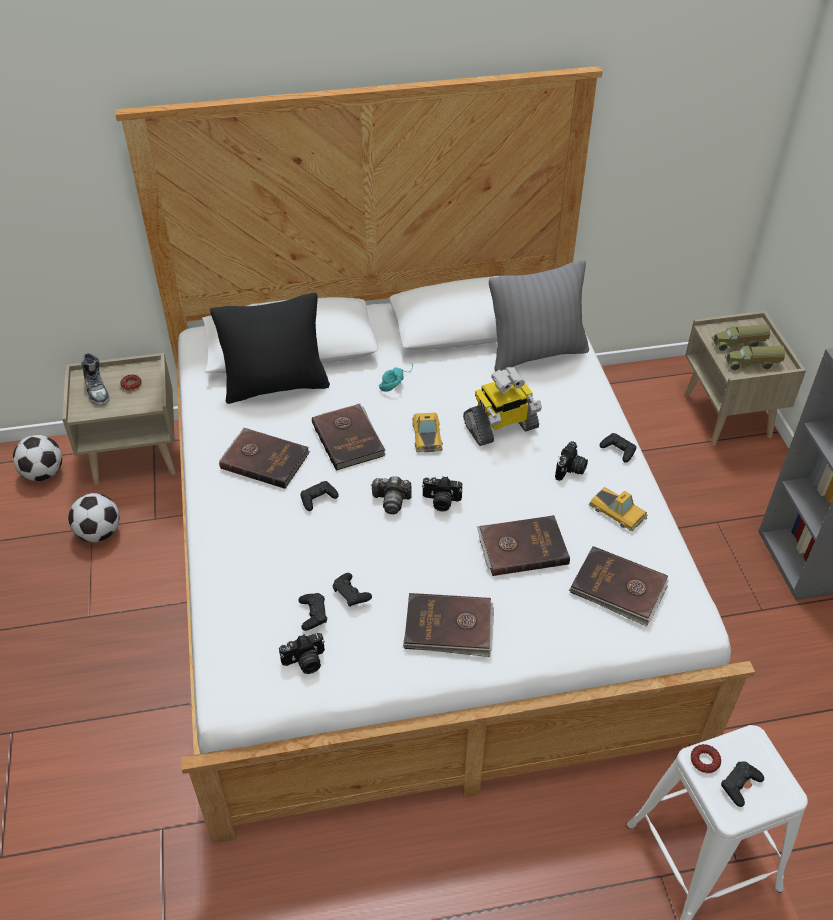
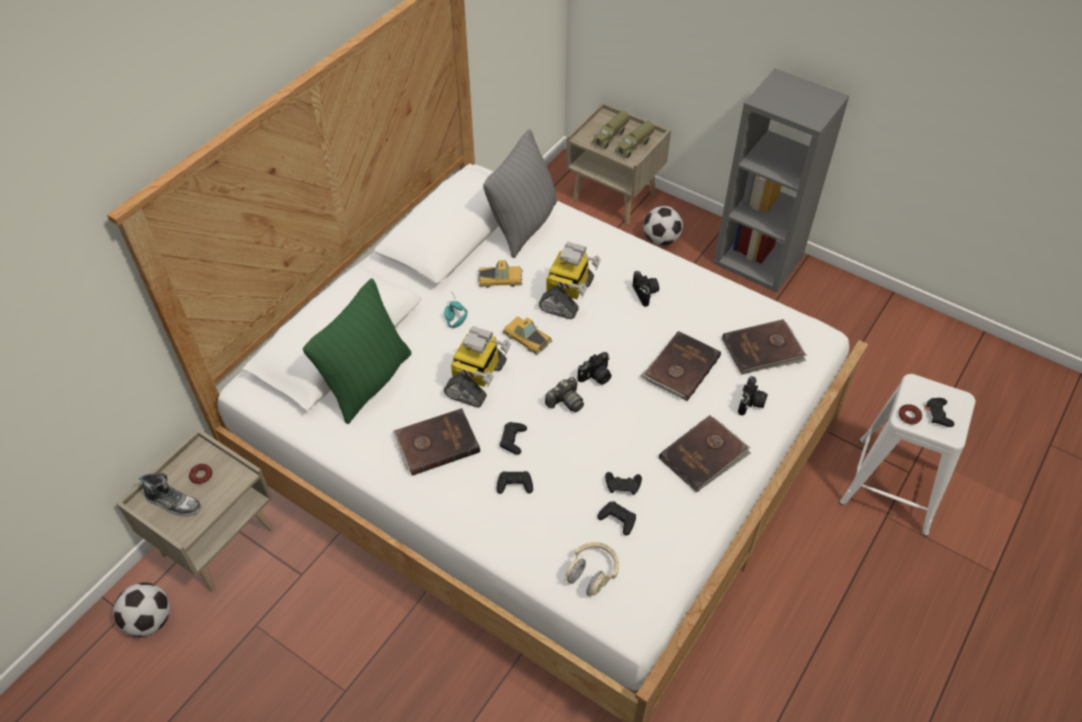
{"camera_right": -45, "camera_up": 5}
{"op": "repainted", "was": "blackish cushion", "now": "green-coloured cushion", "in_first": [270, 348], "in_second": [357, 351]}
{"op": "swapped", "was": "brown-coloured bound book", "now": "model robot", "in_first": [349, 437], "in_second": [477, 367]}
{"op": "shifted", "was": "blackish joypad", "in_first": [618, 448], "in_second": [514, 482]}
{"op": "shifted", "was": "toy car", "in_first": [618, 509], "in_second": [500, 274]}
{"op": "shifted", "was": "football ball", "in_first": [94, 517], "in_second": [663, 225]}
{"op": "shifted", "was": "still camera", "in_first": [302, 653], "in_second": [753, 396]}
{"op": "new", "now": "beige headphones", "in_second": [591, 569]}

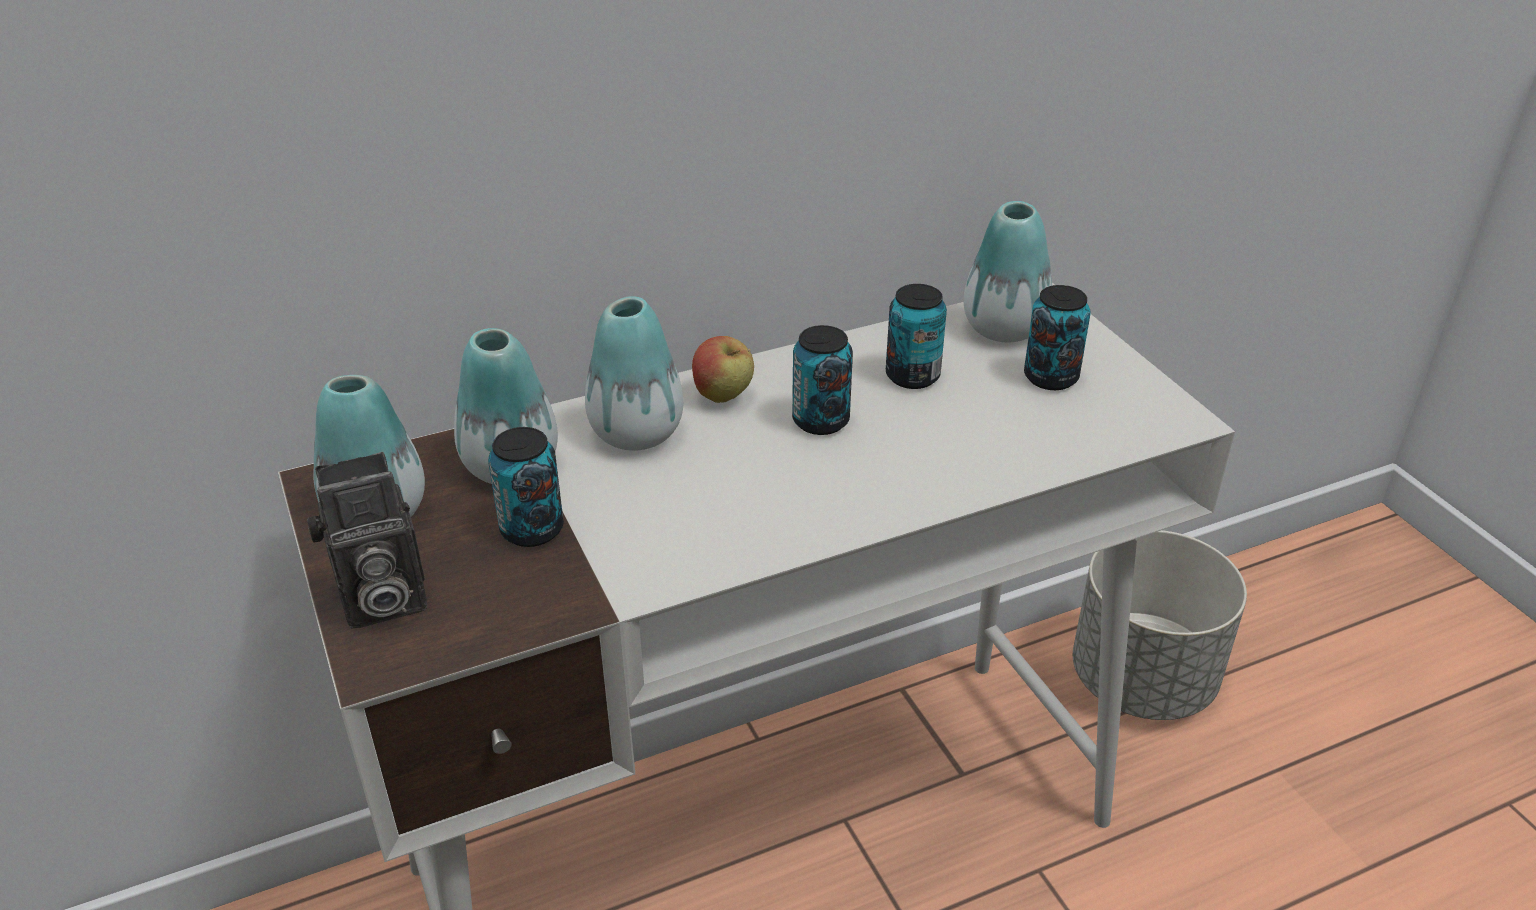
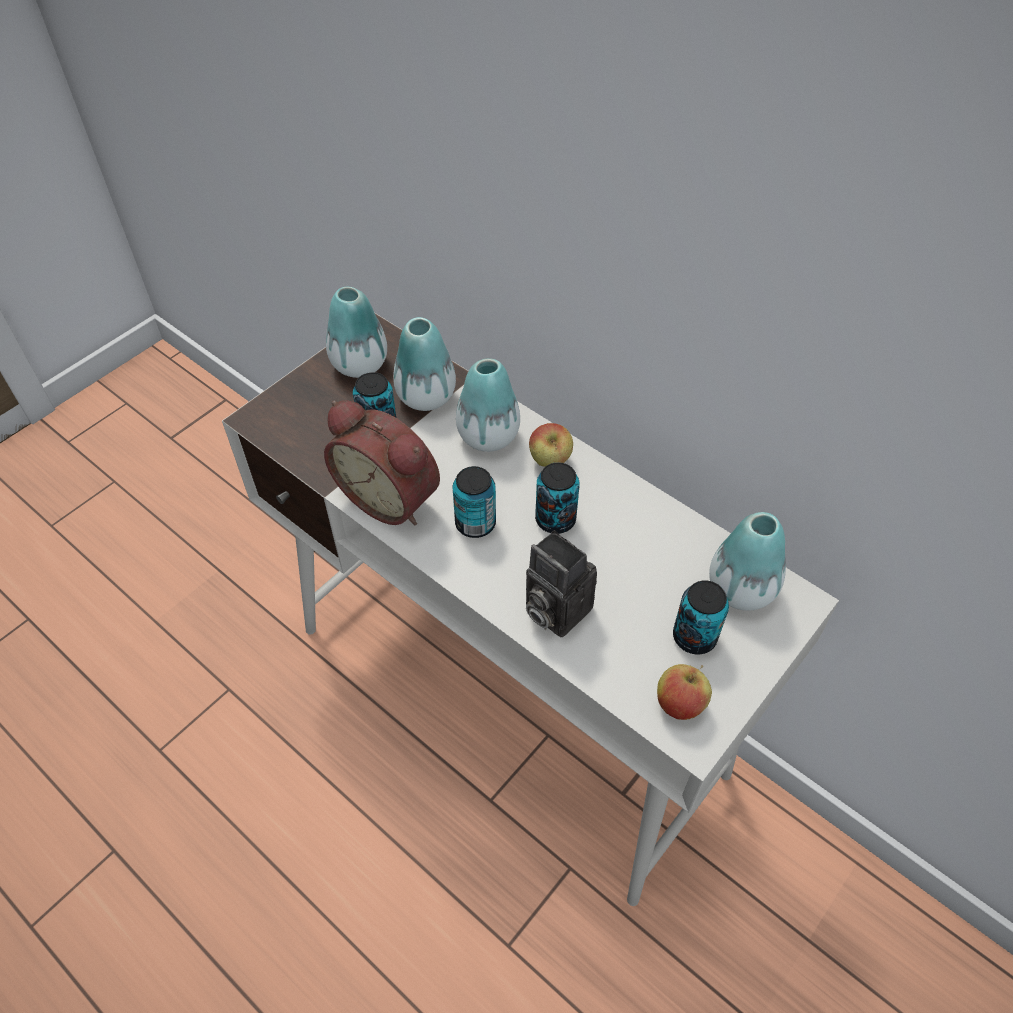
{"camera_right": 65, "camera_up": 15}
{"op": "shifted", "was": "can", "in_first": [916, 336], "in_second": [474, 502]}
{"op": "shifted", "was": "still camera", "in_first": [367, 540], "in_second": [561, 583]}
{"op": "gone", "was": "greyish plant pot", "in_first": [1160, 625]}
{"op": "new", "now": "bedside clock", "in_second": [382, 462]}
{"op": "new", "now": "apple fruit", "in_second": [684, 692]}

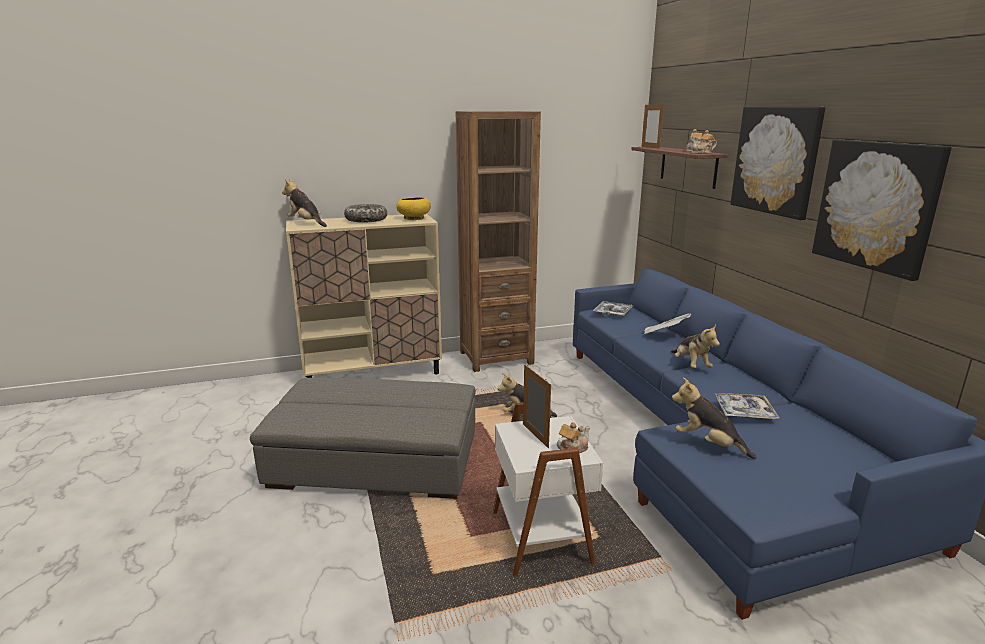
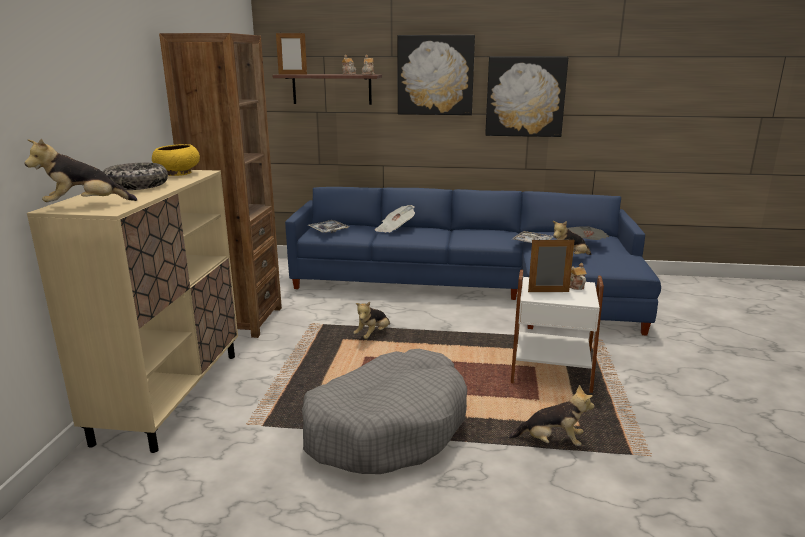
{"camera_right": -65, "camera_up": 0}
{"op": "shifted", "was": "plush toy", "in_first": [695, 346], "in_second": [551, 415]}
{"op": "swapped", "was": "greyish ottoman", "now": "greyish dog bed", "in_first": [363, 438], "in_second": [384, 411]}
{"op": "new", "now": "printed paper", "in_second": [588, 233]}

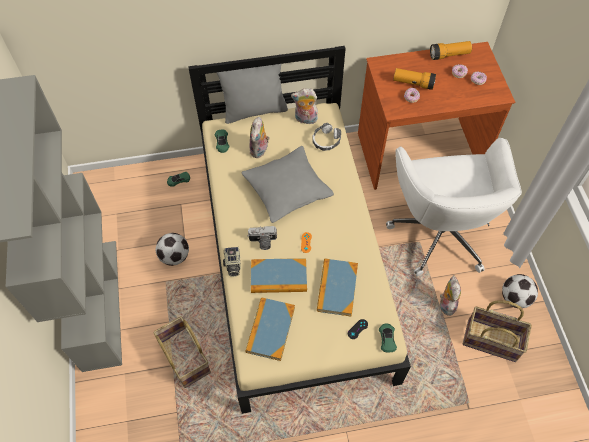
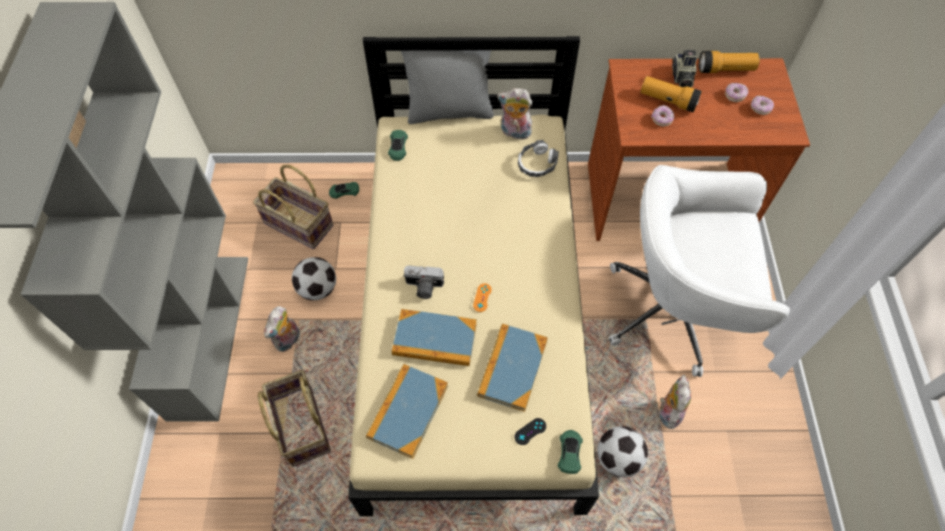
{"camera_right": 10, "camera_up": 0}
{"op": "shifted", "was": "plush toy", "in_first": [259, 137], "in_second": [282, 329]}
{"op": "rotated", "was": "white desk chair", "in_first": [454, 207], "in_second": [699, 271], "clockwise": 90}
{"op": "gone", "was": "greyish cushion", "in_first": [288, 184]}
{"op": "shifted", "was": "still camera", "in_first": [232, 262], "in_second": [685, 68]}
{"op": "shifted", "was": "football ball", "in_first": [520, 291], "in_second": [622, 451]}
{"op": "shifted", "was": "basket", "in_first": [497, 331], "in_second": [293, 206]}

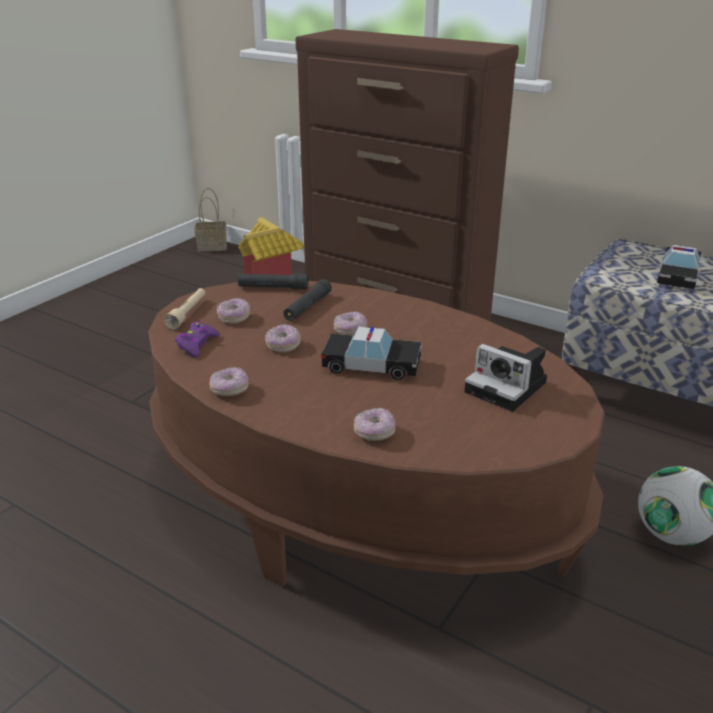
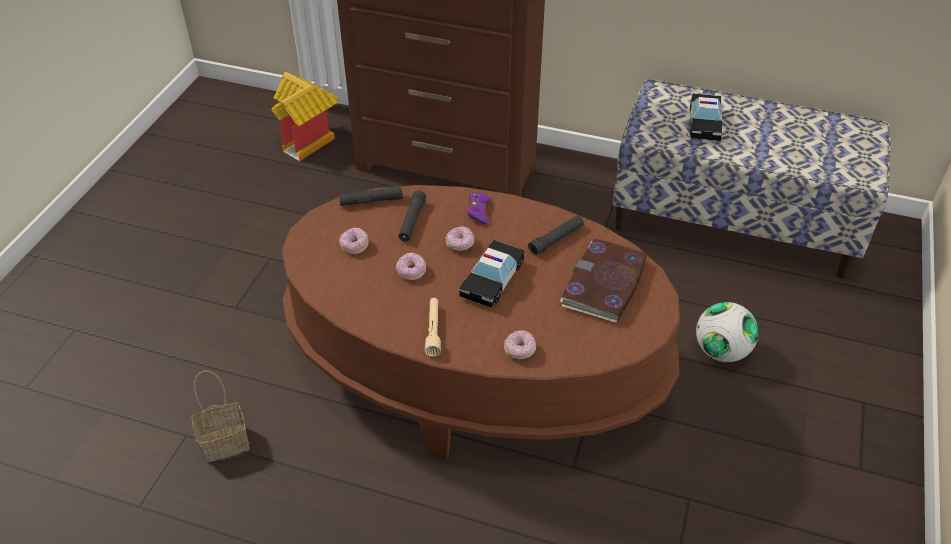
{"camera_right": -15, "camera_up": 15}
{"op": "shifted", "was": "basket", "in_first": [210, 220], "in_second": [220, 416]}
{"op": "shifted", "was": "beige hand torch", "in_first": [185, 309], "in_second": [432, 327]}
{"op": "shifted", "was": "purple joypad", "in_first": [197, 339], "in_second": [479, 208]}
{"op": "rotated", "was": "toy car", "in_first": [371, 353], "in_second": [492, 274], "clockwise": 120}
{"op": "swapped", "was": "still camera", "now": "bound book", "in_first": [505, 378], "in_second": [603, 281]}
{"op": "gone", "was": "ring doughnut", "in_first": [229, 381]}
{"op": "new", "now": "blackish hand torch", "in_second": [556, 235]}

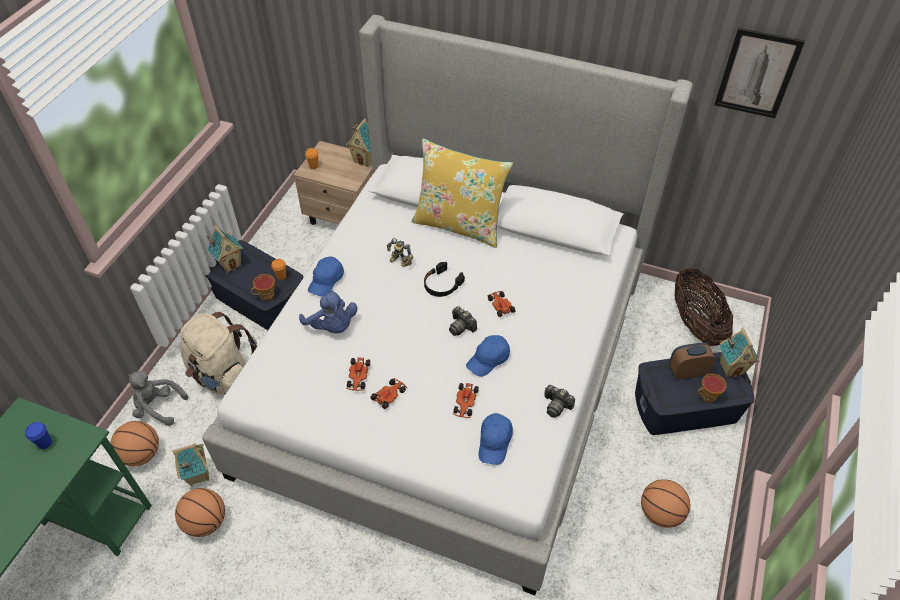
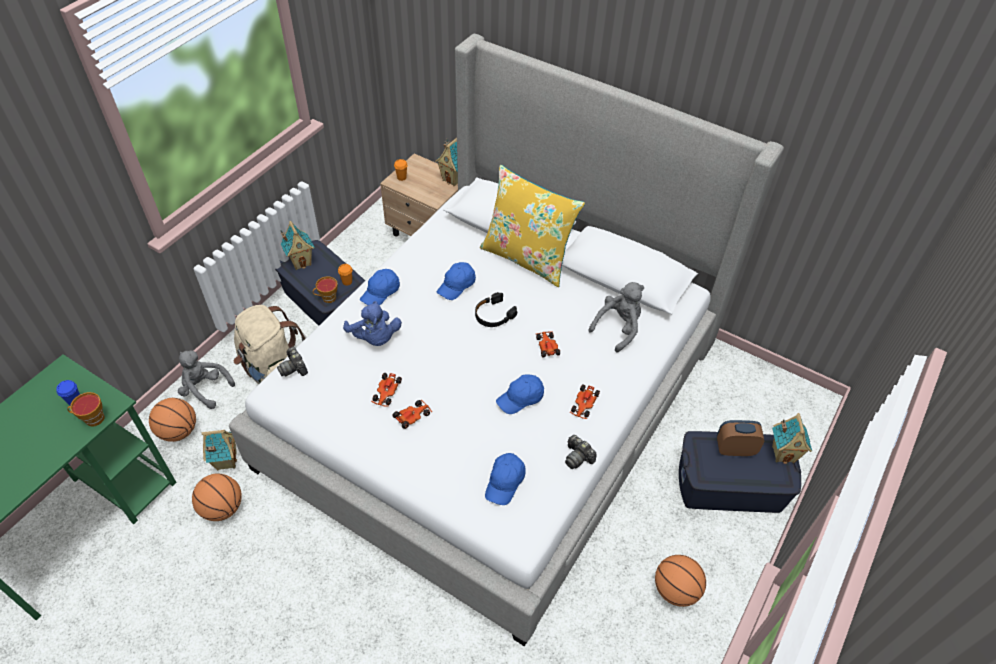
{"camera_right": 10, "camera_up": 0}
{"op": "gone", "was": "wall art", "in_first": [759, 73]}
{"op": "swapped", "was": "model robot", "now": "blue baseball cap", "in_first": [400, 252], "in_second": [456, 281]}
{"op": "gone", "was": "basket", "in_first": [704, 307]}
{"op": "shifted", "was": "still camera", "in_first": [463, 321], "in_second": [292, 361]}
{"op": "shifted", "was": "cup", "in_first": [712, 388], "in_second": [86, 409]}
{"op": "shifted", "was": "toy car", "in_first": [465, 400], "in_second": [585, 402]}
{"op": "new", "now": "greyish plush toy", "in_second": [616, 317]}

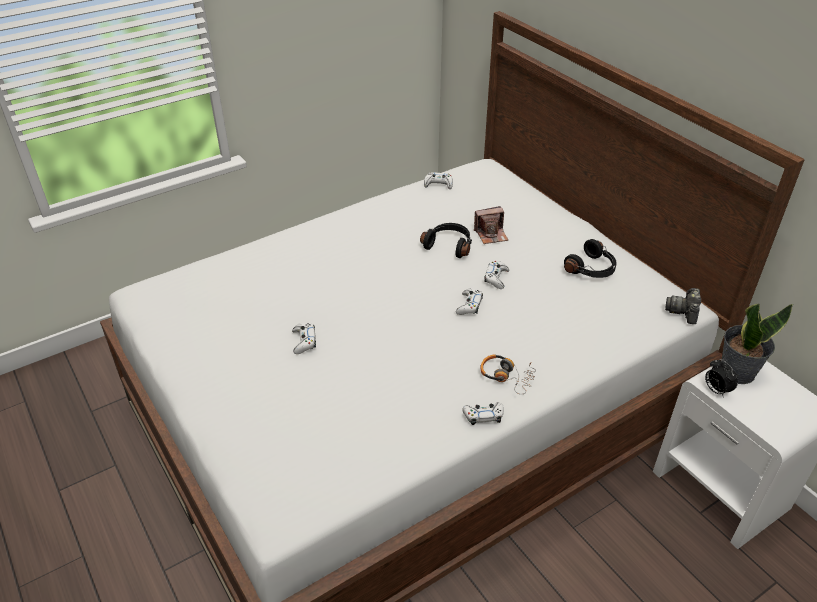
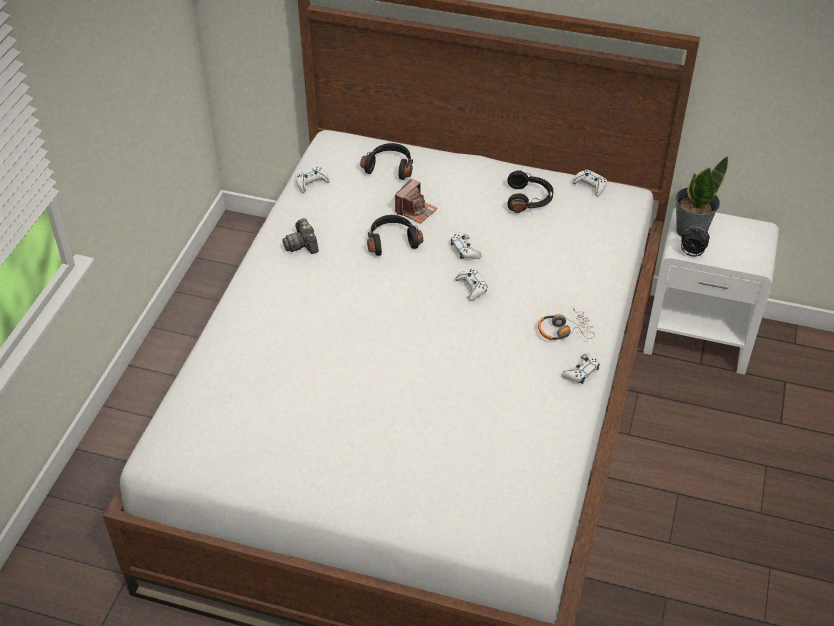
{"camera_right": -40, "camera_up": 5}
{"op": "shifted", "was": "still camera", "in_first": [683, 306], "in_second": [300, 236]}
{"op": "shifted", "was": "white joypad", "in_first": [304, 338], "in_second": [590, 183]}
{"op": "new", "now": "blackish headphones", "in_second": [386, 161]}

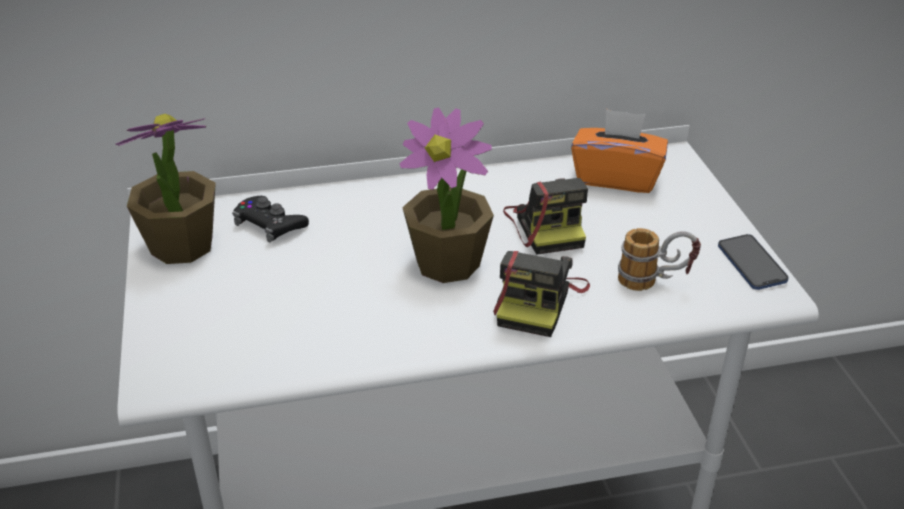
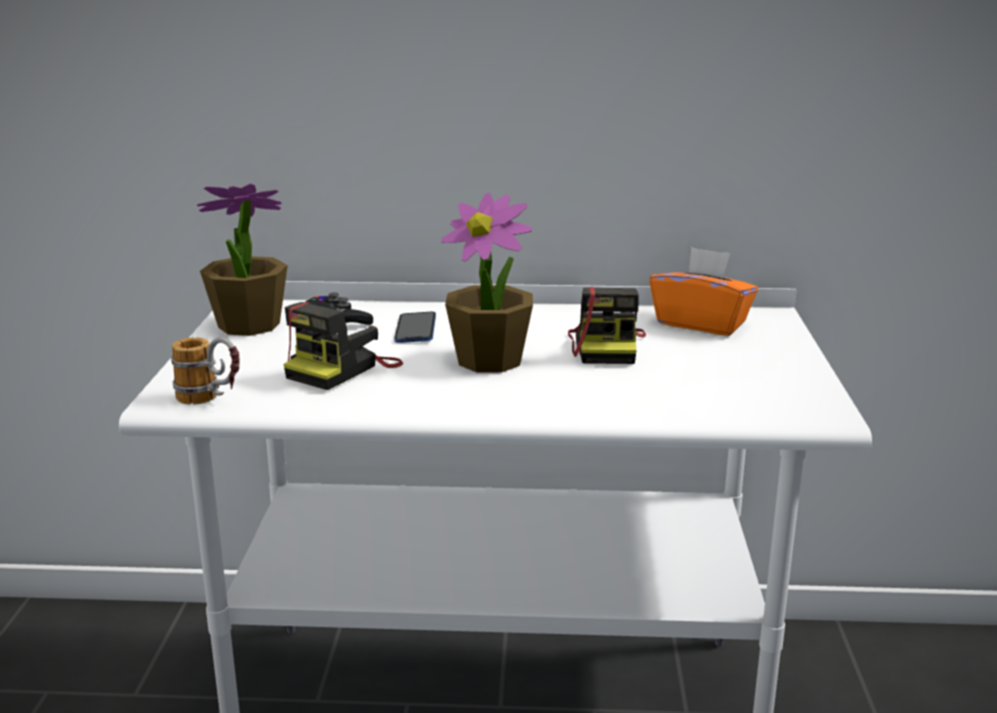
{"camera_right": 15, "camera_up": -15}
{"op": "shifted", "was": "mug", "in_first": [659, 259], "in_second": [205, 370]}
{"op": "shifted", "was": "telephone", "in_first": [753, 262], "in_second": [415, 327]}
{"op": "shifted", "was": "still camera", "in_first": [541, 294], "in_second": [343, 346]}

